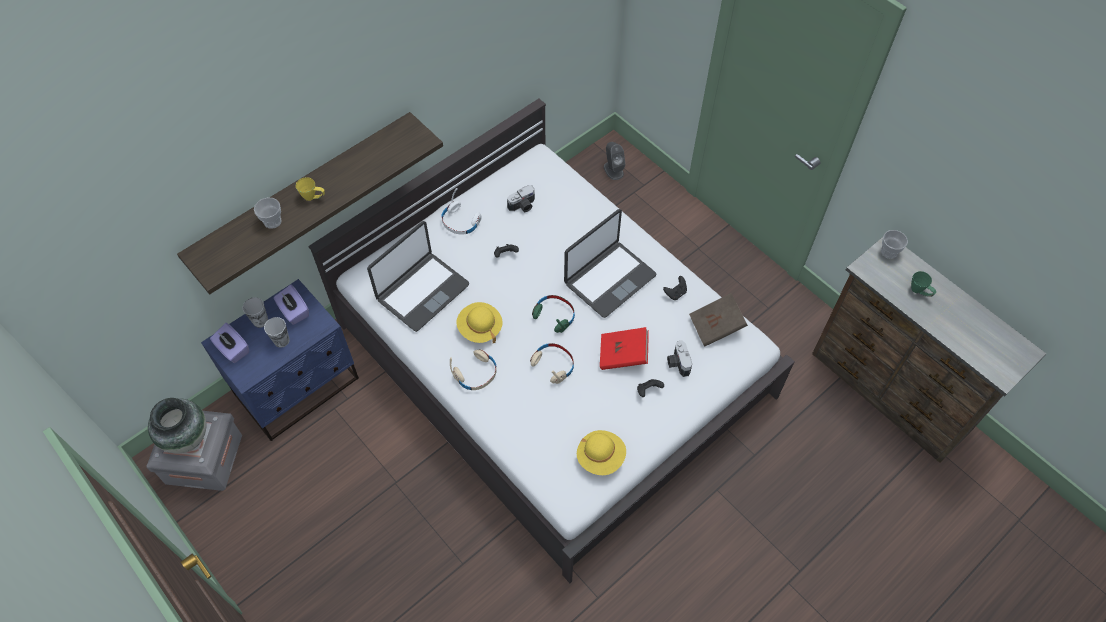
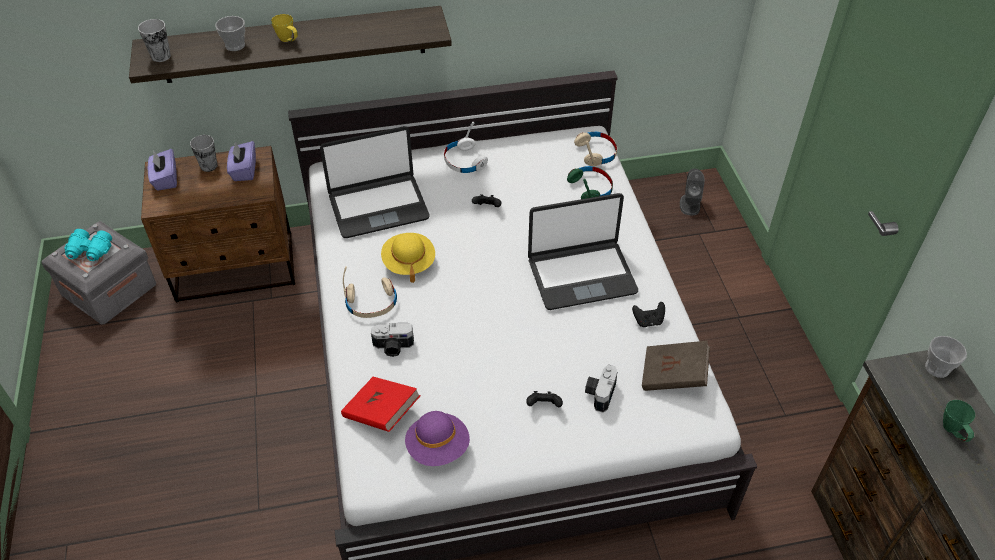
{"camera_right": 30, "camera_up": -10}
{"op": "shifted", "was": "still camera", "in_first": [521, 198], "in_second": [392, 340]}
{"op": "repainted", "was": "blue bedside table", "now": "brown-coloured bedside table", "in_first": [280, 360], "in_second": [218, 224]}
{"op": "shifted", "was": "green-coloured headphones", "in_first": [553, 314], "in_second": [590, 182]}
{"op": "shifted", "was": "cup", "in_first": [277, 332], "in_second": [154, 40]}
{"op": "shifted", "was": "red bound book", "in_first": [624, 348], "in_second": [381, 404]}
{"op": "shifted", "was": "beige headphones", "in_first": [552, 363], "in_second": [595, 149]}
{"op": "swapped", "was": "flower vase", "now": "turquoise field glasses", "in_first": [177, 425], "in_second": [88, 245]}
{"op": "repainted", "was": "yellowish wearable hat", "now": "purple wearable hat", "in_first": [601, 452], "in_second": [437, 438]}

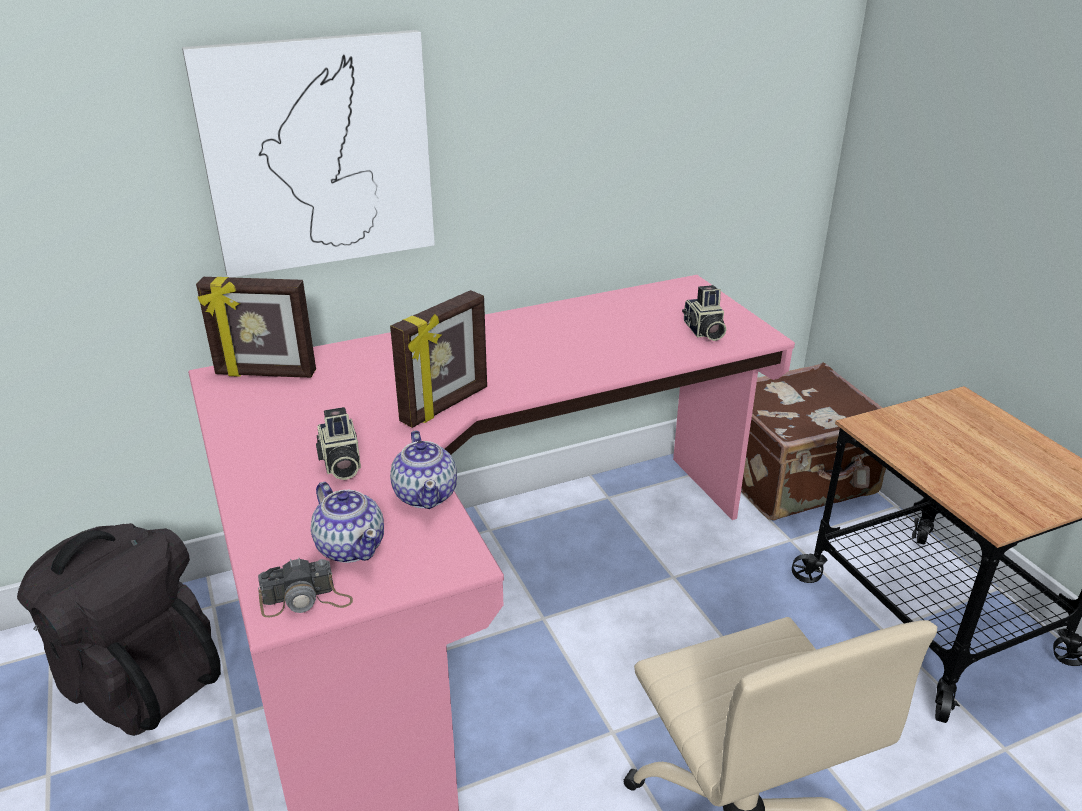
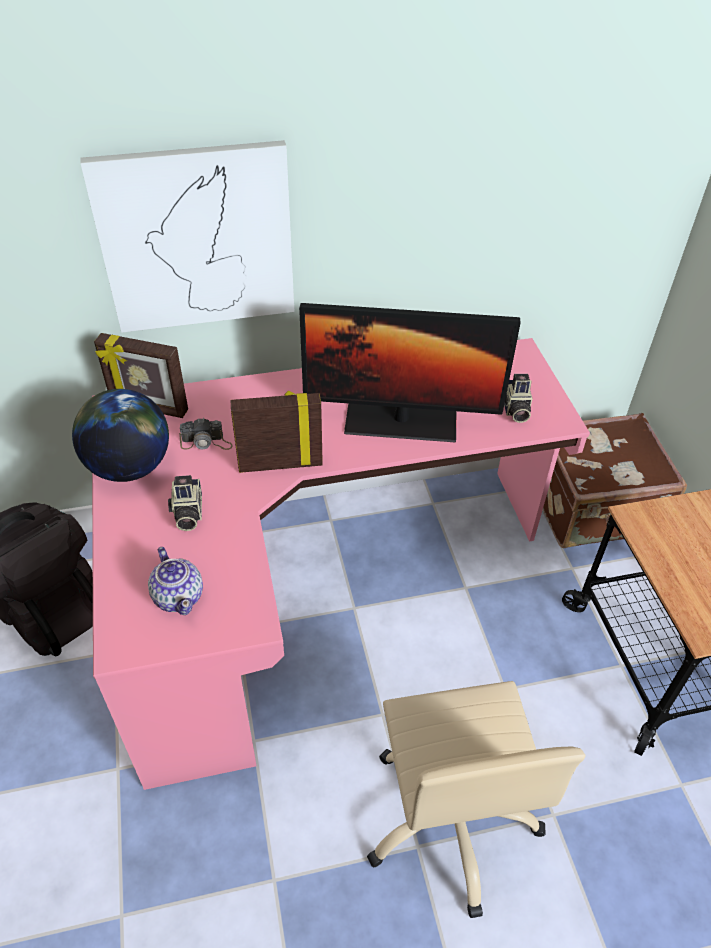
{"camera_right": 10, "camera_up": 15}
{"op": "rotated", "was": "standing frame", "in_first": [438, 359], "in_second": [276, 432], "clockwise": -150}
{"op": "gone", "was": "pot for tea", "in_first": [423, 470]}
{"op": "shifted", "was": "still camera", "in_first": [305, 587], "in_second": [206, 434]}
{"op": "new", "now": "monitor", "in_second": [410, 372]}
{"op": "new", "now": "world globe", "in_second": [120, 435]}

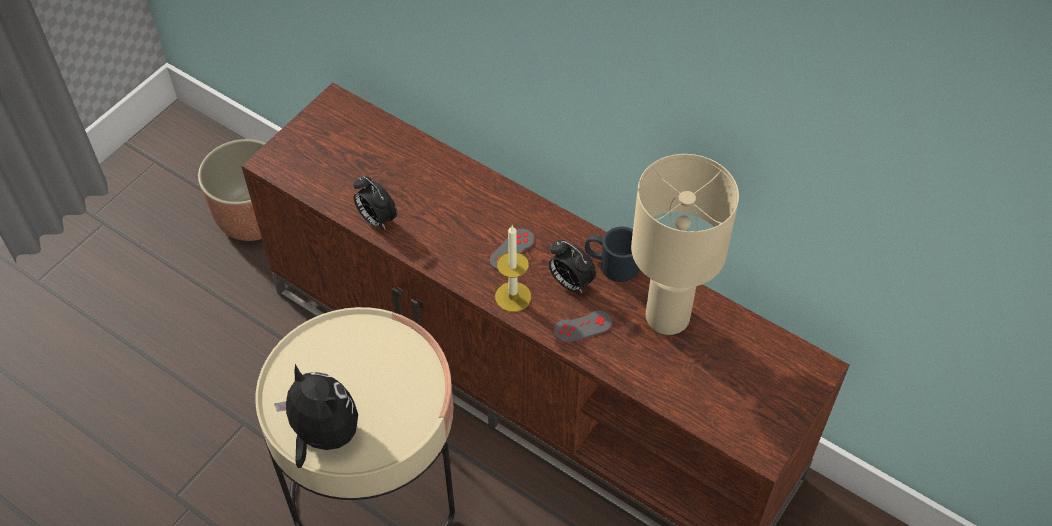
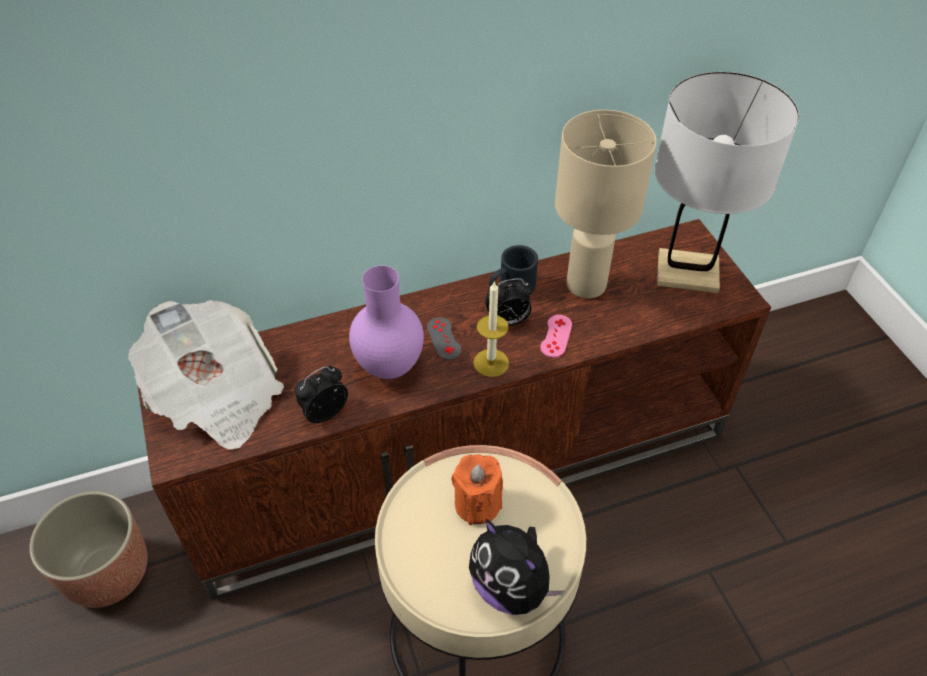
{"camera_right": -55, "camera_up": -5}
{"op": "rotated", "was": "bedside clock", "in_first": [375, 203], "in_second": [321, 394], "clockwise": 150}
{"op": "repainted", "was": "greyish joypad", "now": "pinkish joypad", "in_first": [583, 326], "in_second": [556, 336]}
{"op": "rotated", "was": "plush toy", "in_first": [316, 416], "in_second": [516, 567], "clockwise": -120}
{"op": "new", "now": "white tabletop lamp", "in_second": [727, 182]}
{"op": "new", "now": "purple flower vase", "in_second": [386, 322]}
{"op": "new", "now": "printed paper", "in_second": [206, 375]}
{"op": "new", "now": "orangey wax candle", "in_second": [477, 489]}

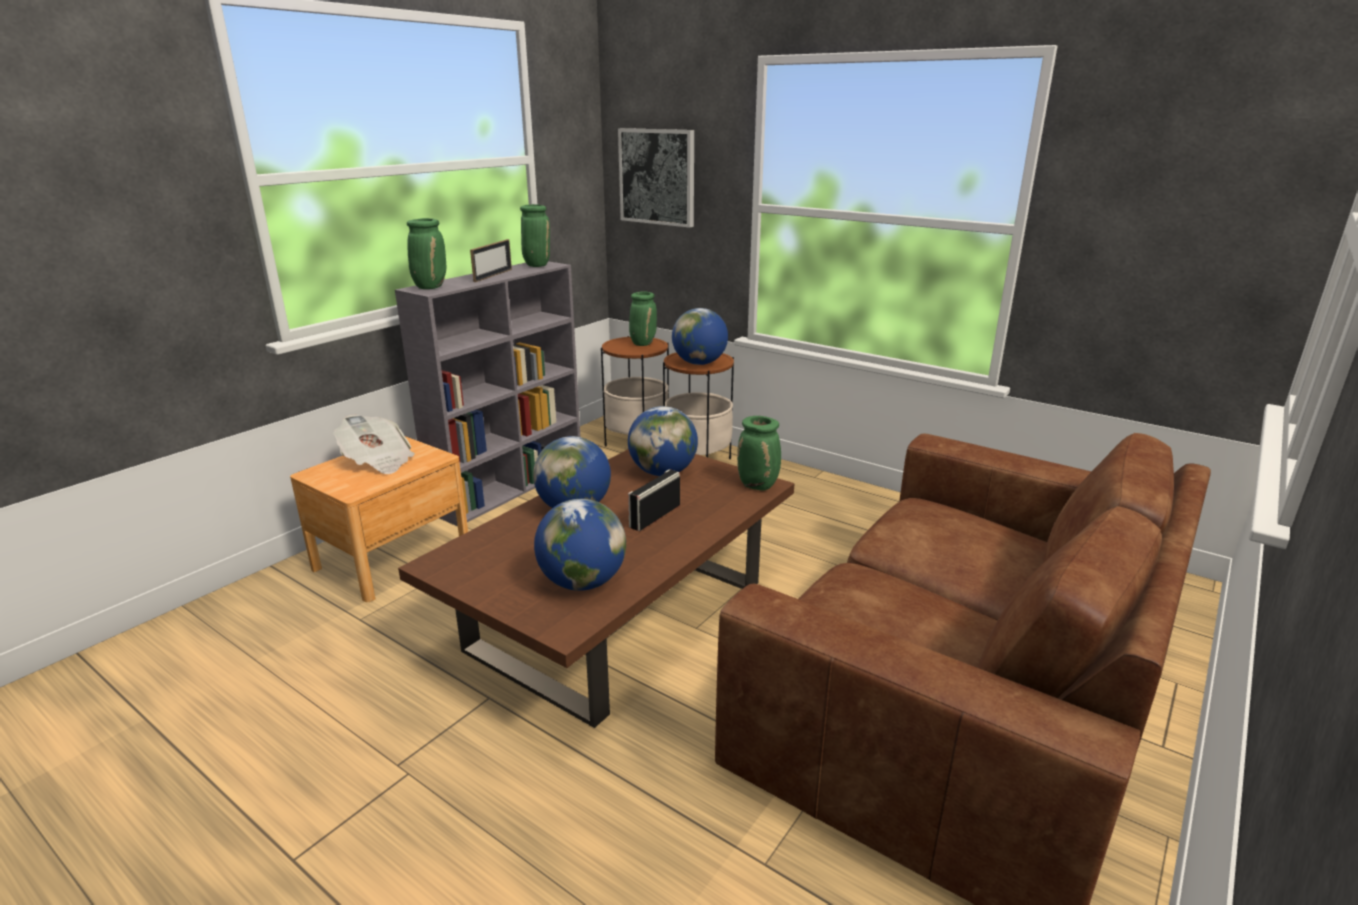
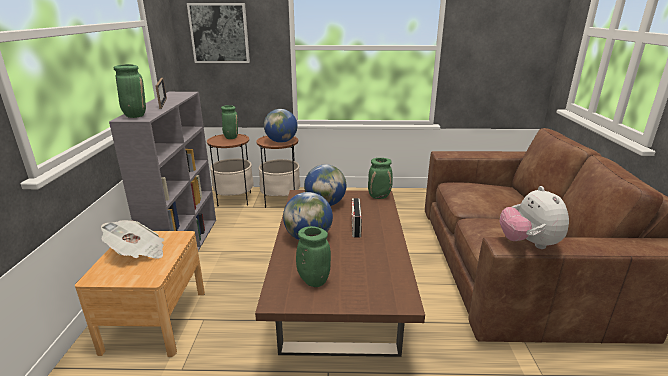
{"camera_right": -35, "camera_up": 0}
{"op": "shifted", "was": "green-coloured flower vase", "in_first": [535, 235], "in_second": [313, 256]}
{"op": "gone", "was": "world globe", "in_first": [580, 545]}
{"op": "new", "now": "plush toy", "in_second": [534, 217]}

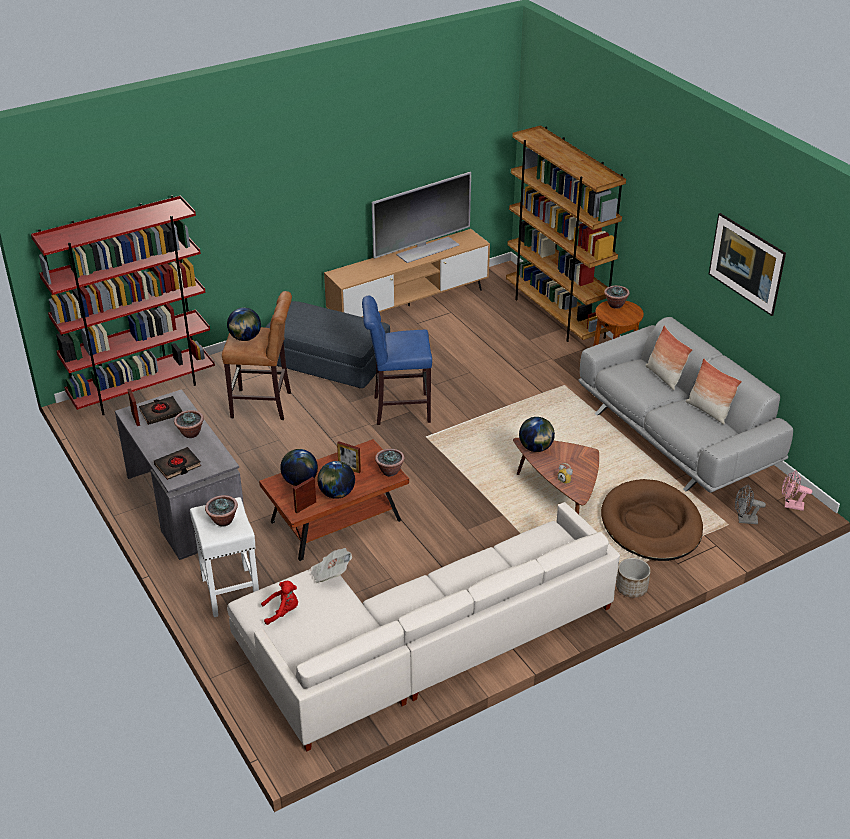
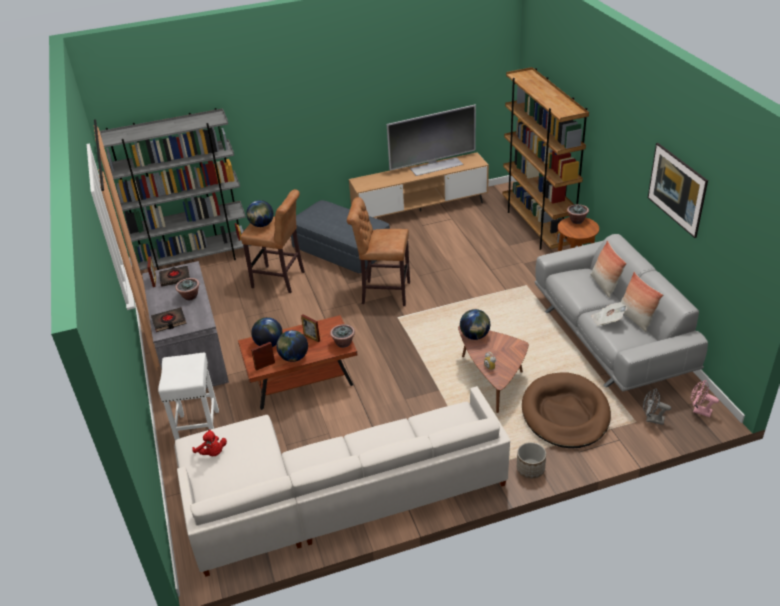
{"camera_right": 15, "camera_up": 0}
{"op": "repainted", "was": "red bookcase", "now": "greyish bookcase", "in_first": [123, 305], "in_second": [175, 189]}
{"op": "repainted", "was": "blue stool", "now": "brown-coloured stool", "in_first": [397, 360], "in_second": [378, 251]}
{"op": "gone", "was": "plant in a pot", "in_first": [221, 510]}
{"op": "shifted", "was": "printed paper", "in_first": [331, 565], "in_second": [609, 314]}
{"op": "rotated", "was": "red plush toy", "in_first": [279, 603], "in_second": [209, 443], "clockwise": 45}

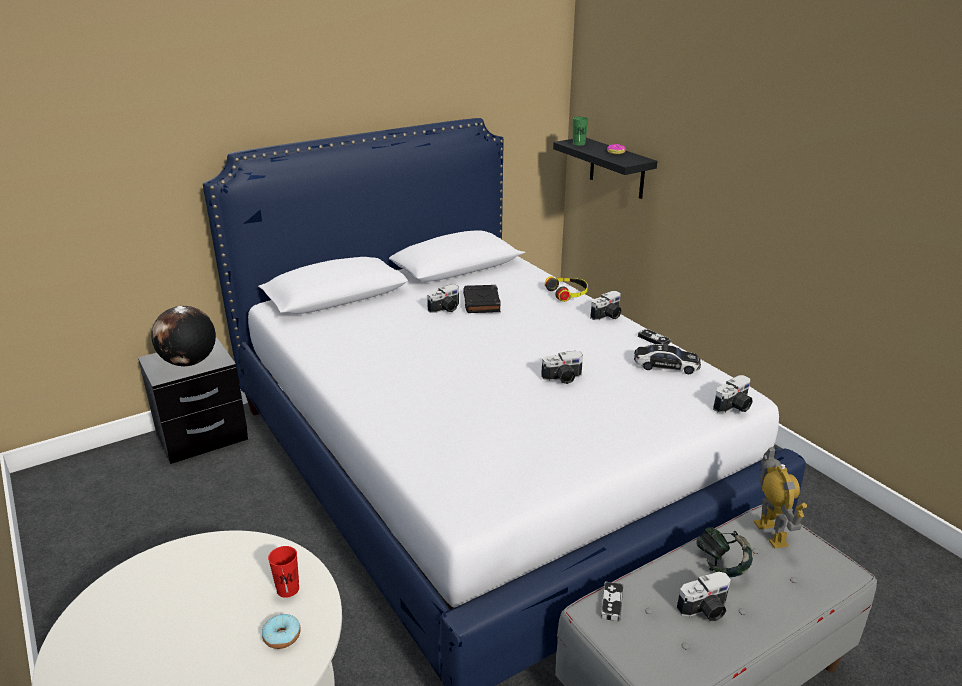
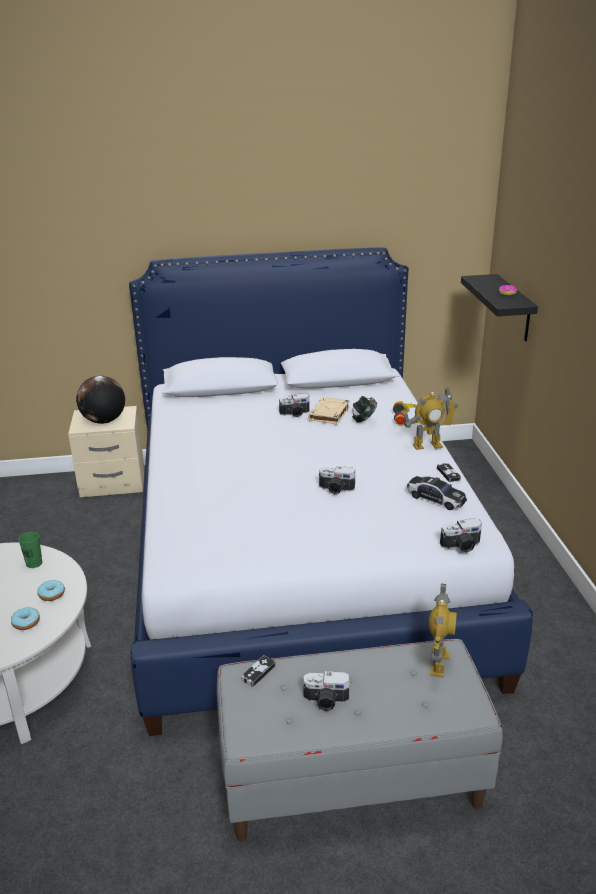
{"camera_right": 25, "camera_up": 0}
{"op": "shifted", "was": "green-coloured cup", "in_first": [580, 131], "in_second": [30, 550]}
{"op": "repainted", "was": "blackish bound book", "now": "beige bound book", "in_first": [482, 299], "in_second": [329, 411]}
{"op": "swapped", "was": "still camera", "now": "model robot", "in_first": [606, 305], "in_second": [429, 418]}
{"op": "repainted", "was": "blackish bedside table", "now": "beige bedside table", "in_first": [193, 401], "in_second": [106, 451]}
{"op": "shifted", "was": "headphones", "in_first": [724, 552], "in_second": [364, 409]}
{"op": "swapped", "was": "red cup", "now": "ring doughnut", "in_first": [283, 572], "in_second": [51, 590]}

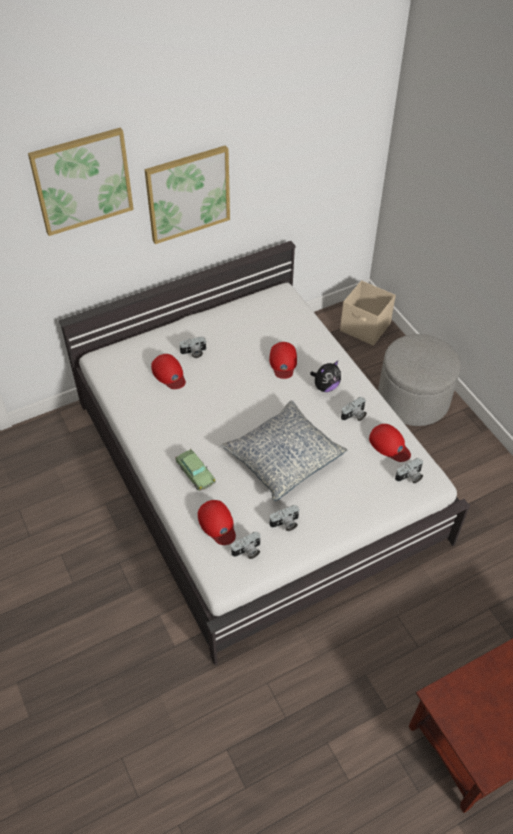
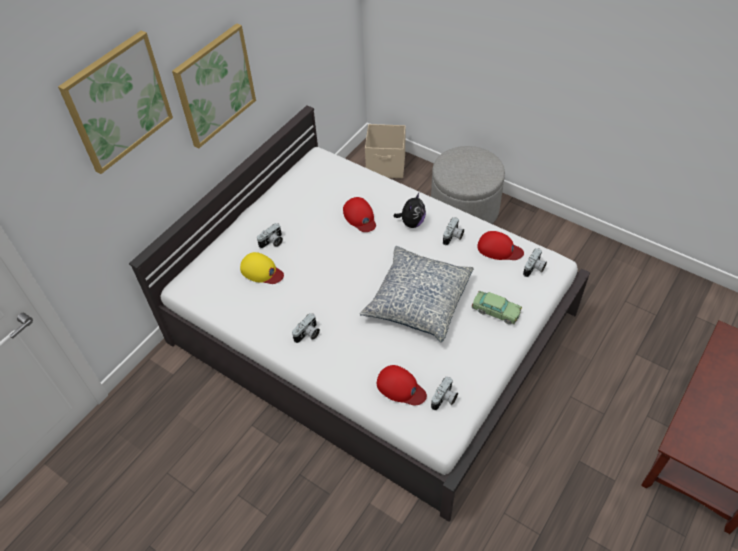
{"camera_right": -25, "camera_up": 0}
{"op": "repainted", "was": "red baseball cap", "now": "yellowish baseball cap", "in_first": [168, 371], "in_second": [262, 268]}
{"op": "shifted", "was": "toy car", "in_first": [196, 470], "in_second": [497, 307]}
{"op": "shifted", "was": "still camera", "in_first": [284, 518], "in_second": [306, 328]}

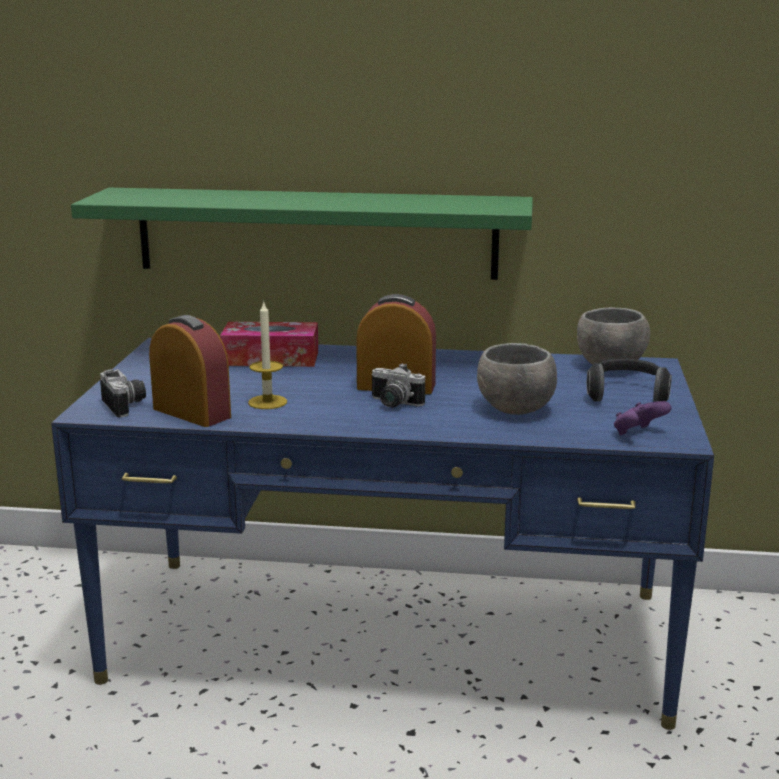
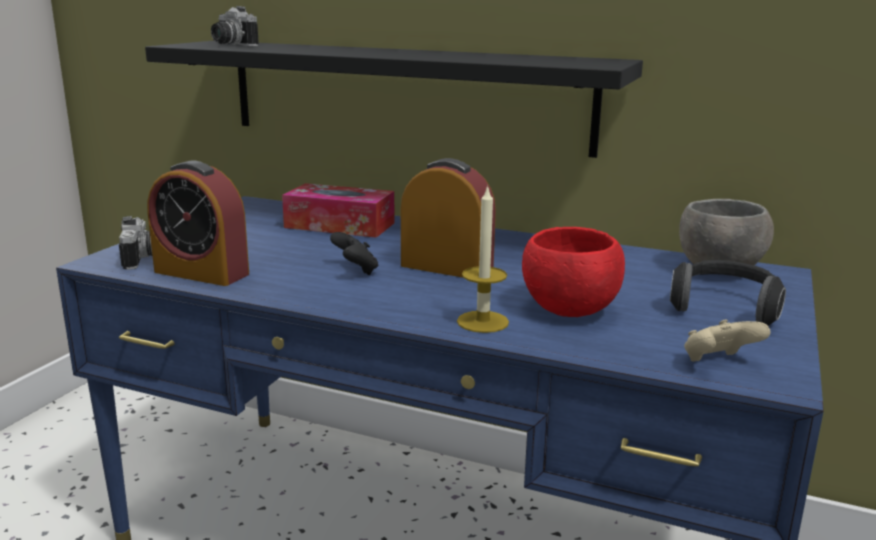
{"camera_right": 15, "camera_up": 0}
{"op": "repainted", "was": "green-coloured bracket shelf", "now": "blackish bracket shelf", "in_first": [302, 234], "in_second": [394, 99]}
{"op": "shifted", "was": "wax candle", "in_first": [267, 355], "in_second": [483, 259]}
{"op": "rotated", "was": "bedside clock", "in_first": [190, 371], "in_second": [198, 223], "clockwise": 150}
{"op": "repainted", "was": "greyish bowl", "now": "red bowl", "in_first": [517, 379], "in_second": [573, 272]}
{"op": "shifted", "was": "still camera", "in_first": [398, 385], "in_second": [235, 26]}
{"op": "repainted", "was": "purple joypad", "now": "beige joypad", "in_first": [643, 418], "in_second": [727, 341]}
{"op": "new", "now": "blackish joypad", "in_second": [354, 253]}

